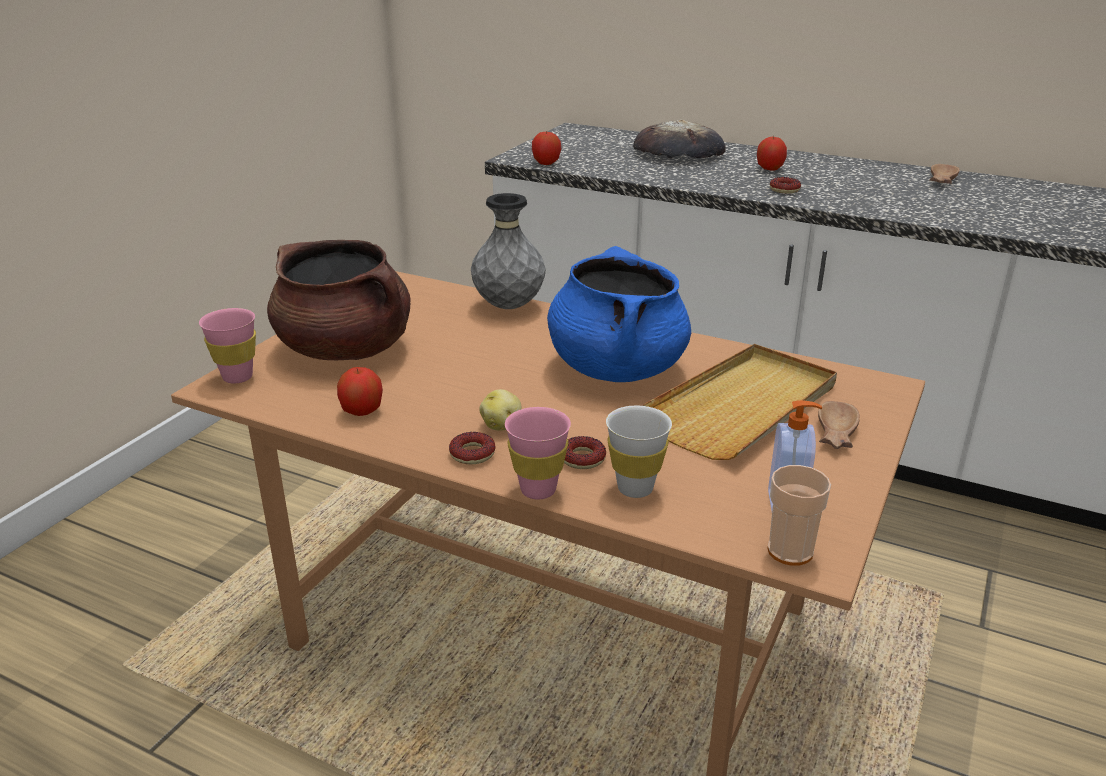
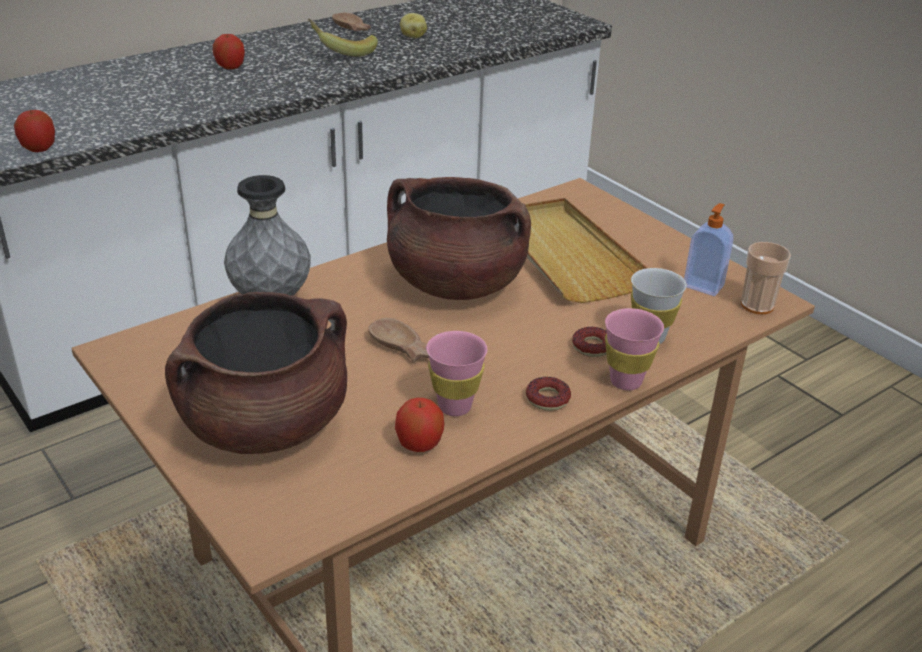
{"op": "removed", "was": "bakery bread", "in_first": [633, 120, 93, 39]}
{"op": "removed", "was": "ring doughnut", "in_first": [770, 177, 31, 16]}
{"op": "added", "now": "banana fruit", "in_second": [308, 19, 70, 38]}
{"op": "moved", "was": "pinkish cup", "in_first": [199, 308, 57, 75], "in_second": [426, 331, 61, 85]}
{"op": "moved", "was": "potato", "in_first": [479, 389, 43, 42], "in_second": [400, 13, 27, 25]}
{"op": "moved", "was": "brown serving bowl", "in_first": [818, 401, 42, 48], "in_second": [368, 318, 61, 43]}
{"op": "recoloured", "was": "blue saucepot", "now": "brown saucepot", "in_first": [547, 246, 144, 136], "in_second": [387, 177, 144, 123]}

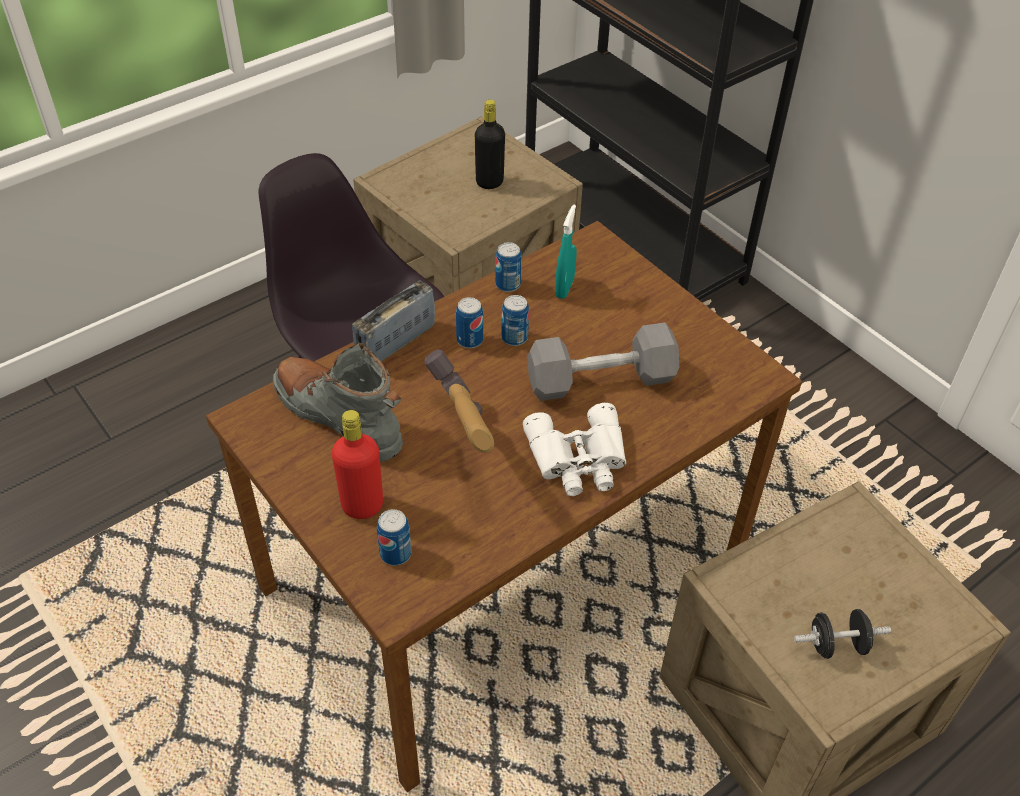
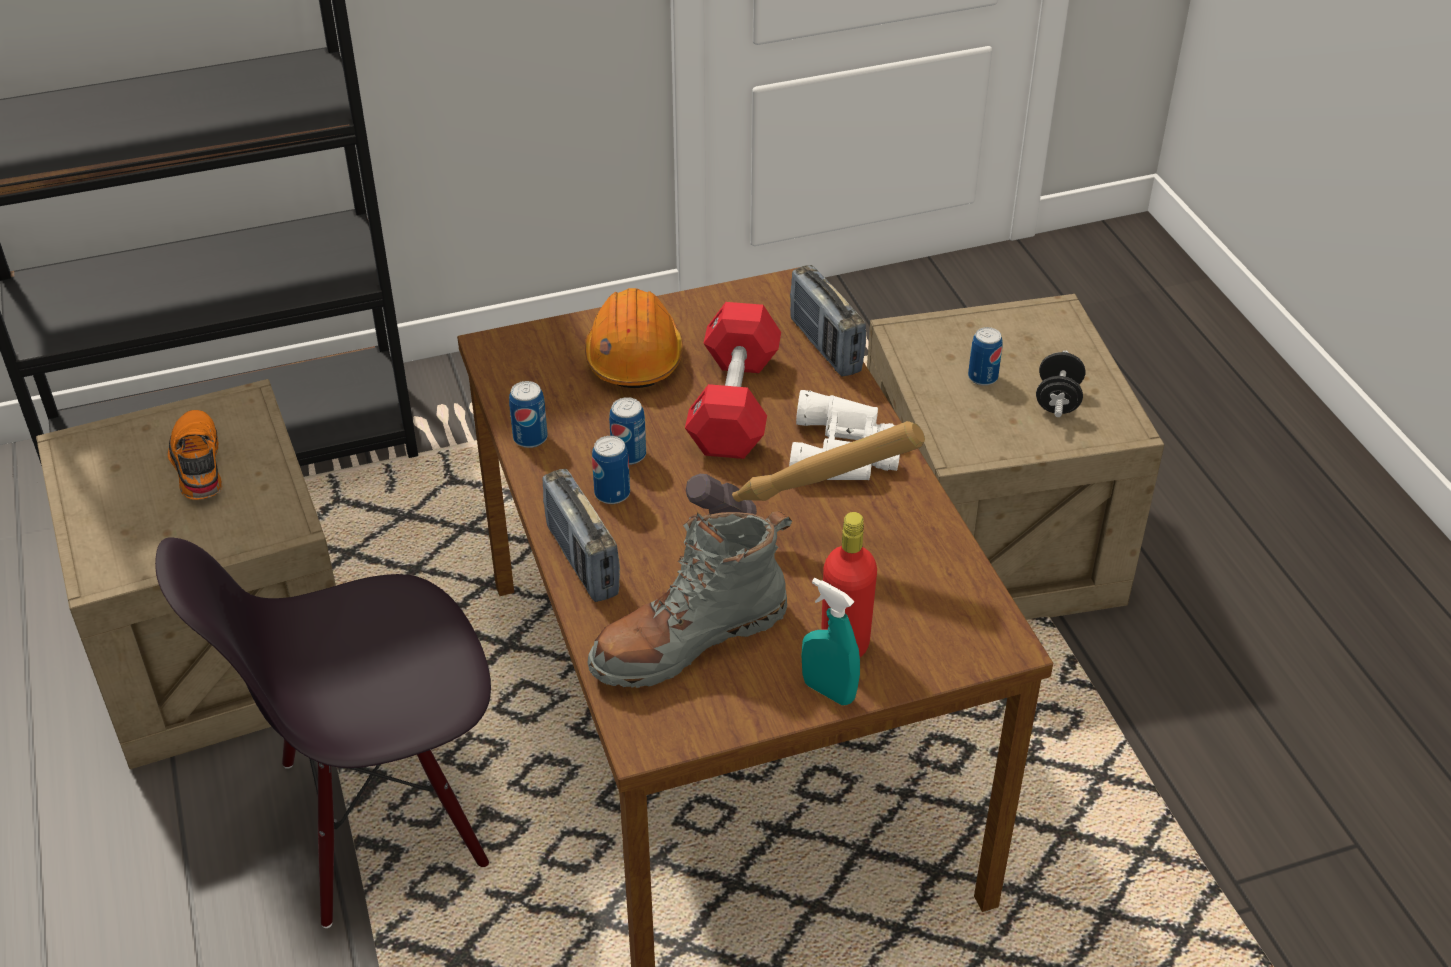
{"op": "added", "now": "orange safety helmet", "in_second": [585, 288, 98, 100]}
{"op": "added", "now": "radio", "in_second": [790, 265, 76, 112]}
{"op": "moved", "was": "can", "in_first": [377, 509, 34, 57], "in_second": [968, 327, 34, 59]}
{"op": "moved", "was": "turquoise spray bottle", "in_first": [555, 204, 22, 95], "in_second": [802, 578, 58, 127]}
{"op": "replaced", "was": "black bottle", "now": "orange item of footwear", "in_first": [475, 100, 30, 89], "in_second": [168, 410, 54, 90]}
{"op": "recoloured", "was": "gray free weight", "now": "red free weight", "in_first": [527, 323, 152, 78], "in_second": [685, 302, 96, 157]}

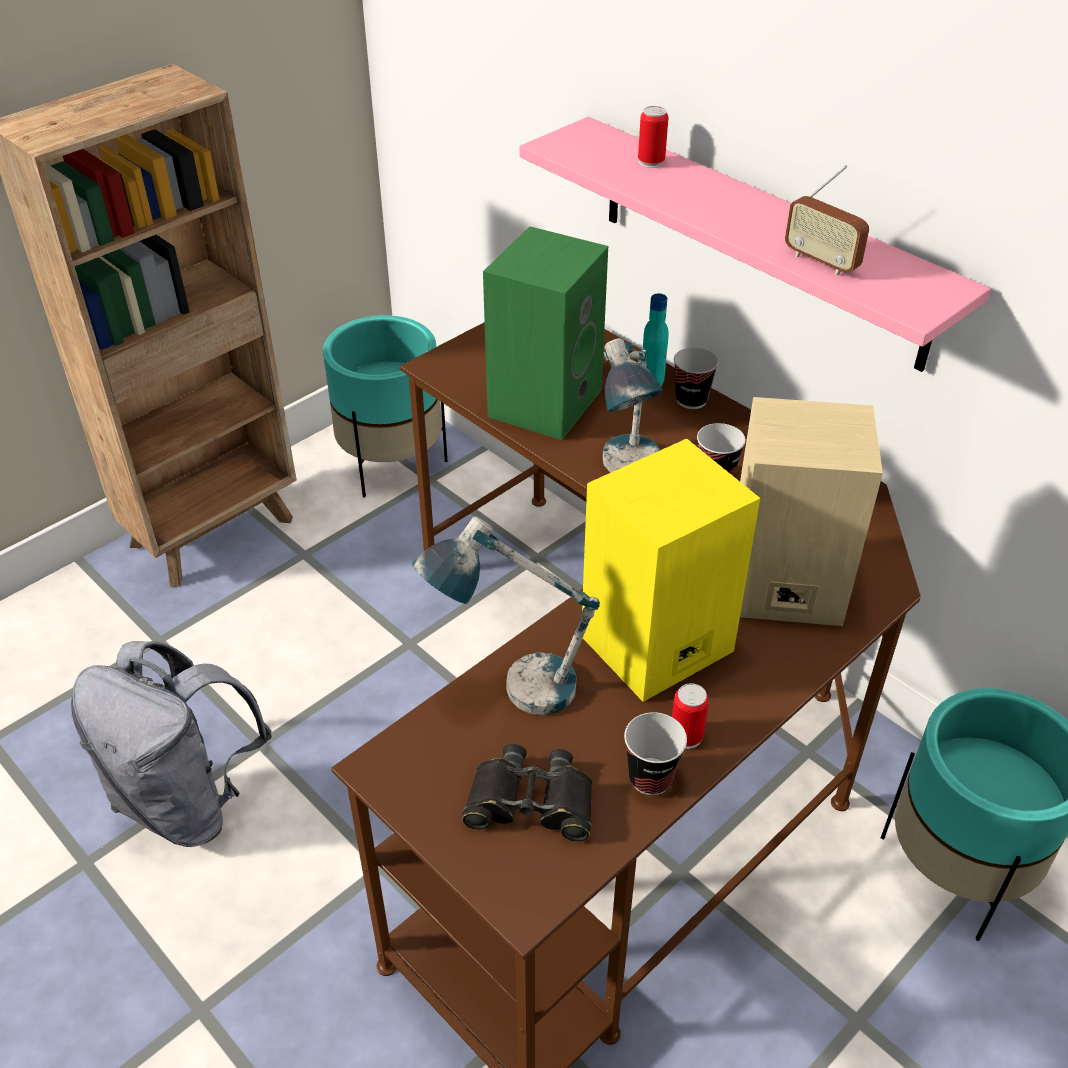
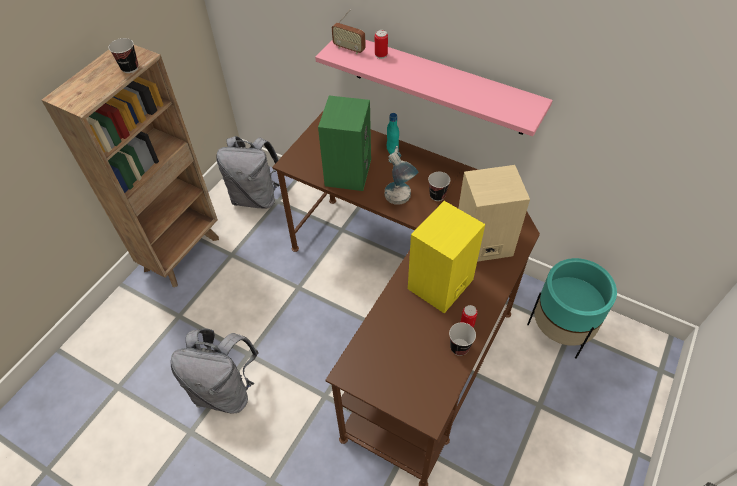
{"op": "removed", "was": "tabletop lamp", "in_first": [412, 517, 188, 198]}
{"op": "removed", "was": "black binoculars", "in_first": [462, 744, 131, 98]}
{"op": "moved", "was": "cup", "in_first": [674, 347, 45, 62], "in_second": [109, 38, 29, 35]}
{"op": "moved", "was": "radio", "in_first": [785, 165, 84, 110], "in_second": [332, 9, 34, 45]}
{"op": "replaced", "was": "turquoise flower pot", "now": "gray knapsack", "in_first": [323, 315, 124, 183], "in_second": [216, 136, 64, 73]}

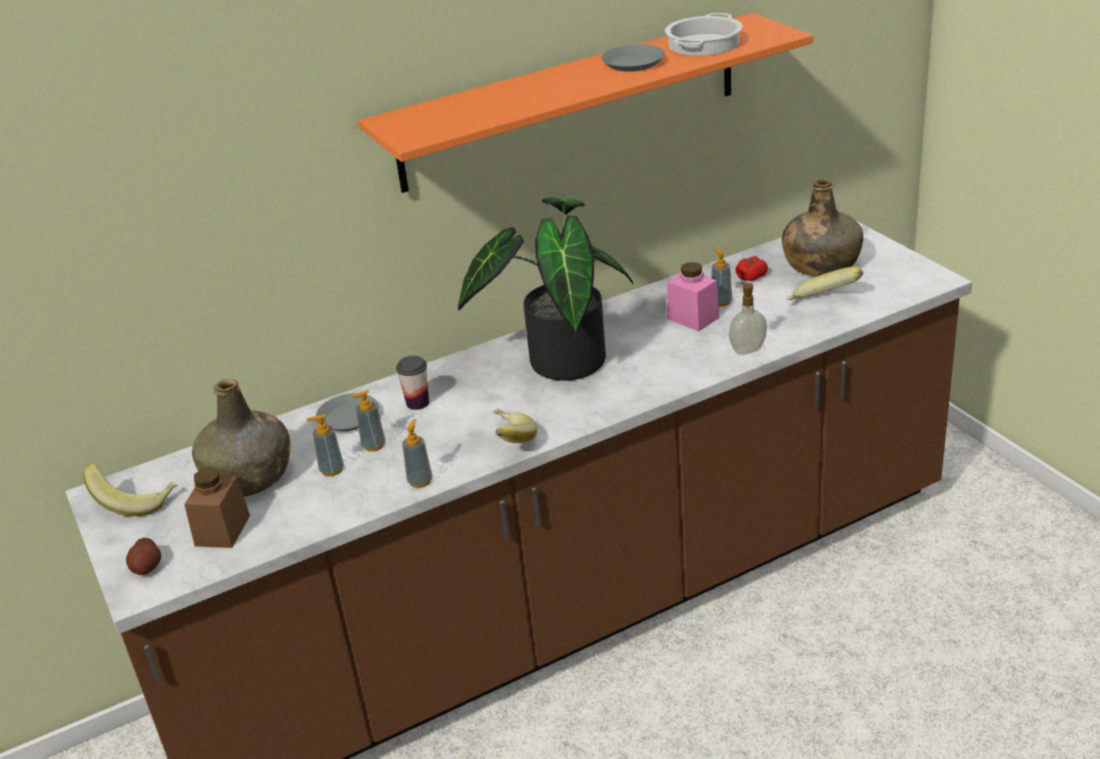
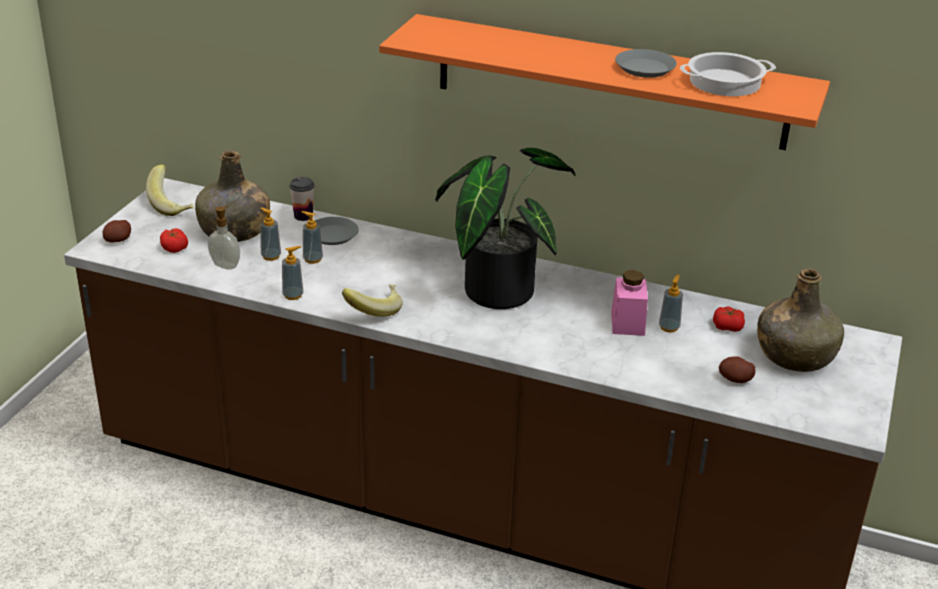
{"op": "moved", "was": "cup", "in_first": [396, 356, 33, 54], "in_second": [289, 177, 26, 44]}
{"op": "moved", "was": "soap bottle", "in_first": [729, 282, 38, 73], "in_second": [208, 206, 32, 64]}
{"op": "replaced", "was": "brown preserve jar", "now": "whole tomato", "in_first": [184, 467, 66, 81], "in_second": [160, 228, 28, 25]}
{"op": "replaced", "was": "banana fruit", "now": "potato", "in_first": [787, 266, 76, 34], "in_second": [719, 356, 36, 27]}

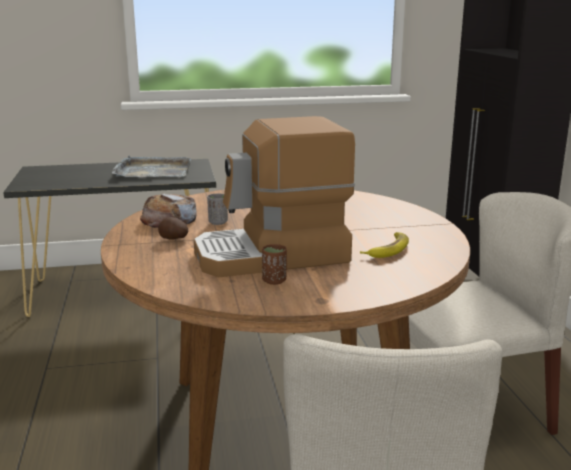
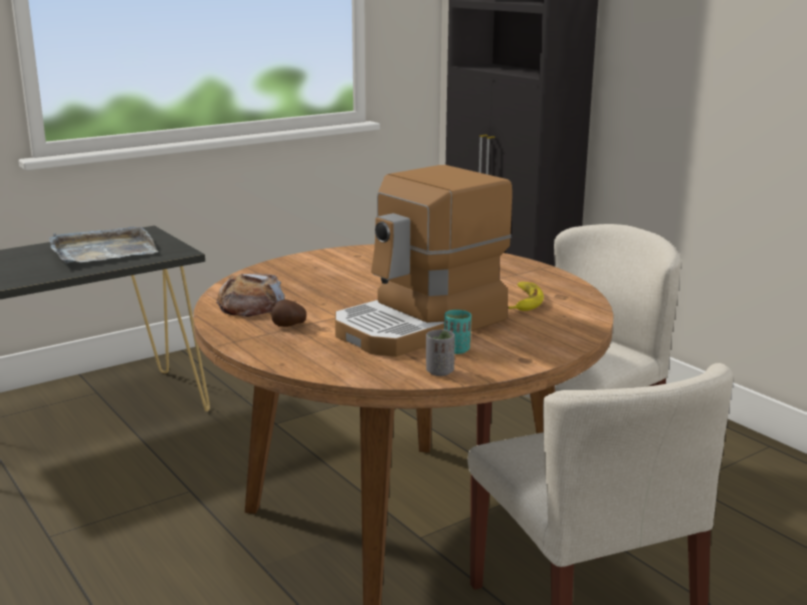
{"op": "moved", "was": "gray cup", "in_first": [207, 193, 21, 32], "in_second": [426, 330, 29, 46]}
{"op": "recoloured", "was": "brown cup", "now": "turquoise cup", "in_first": [262, 244, 25, 41], "in_second": [444, 310, 27, 44]}

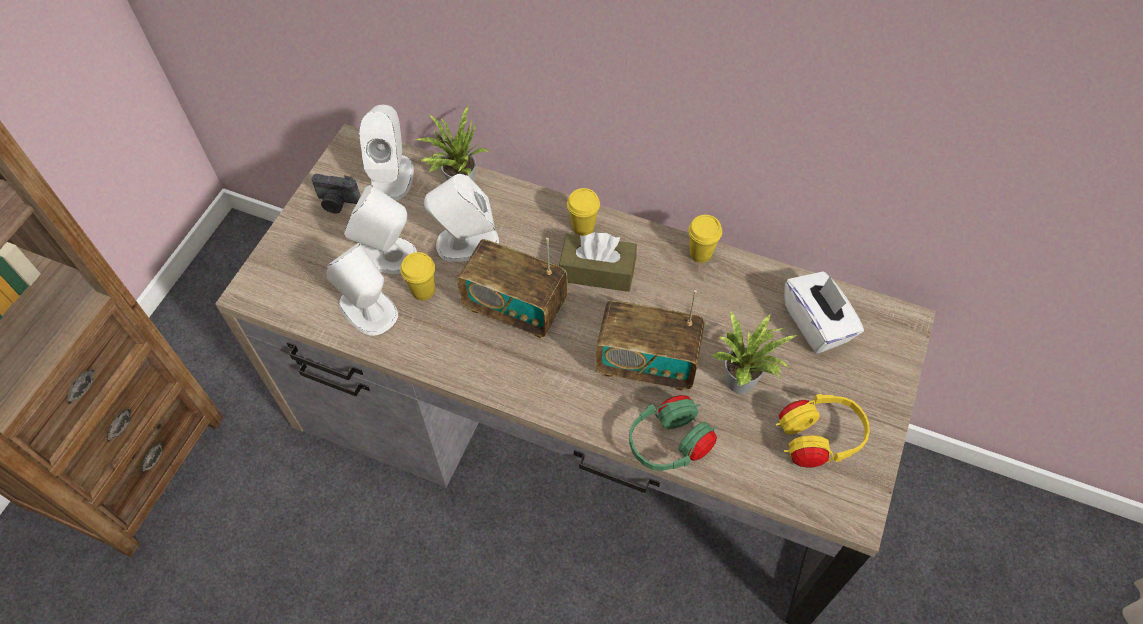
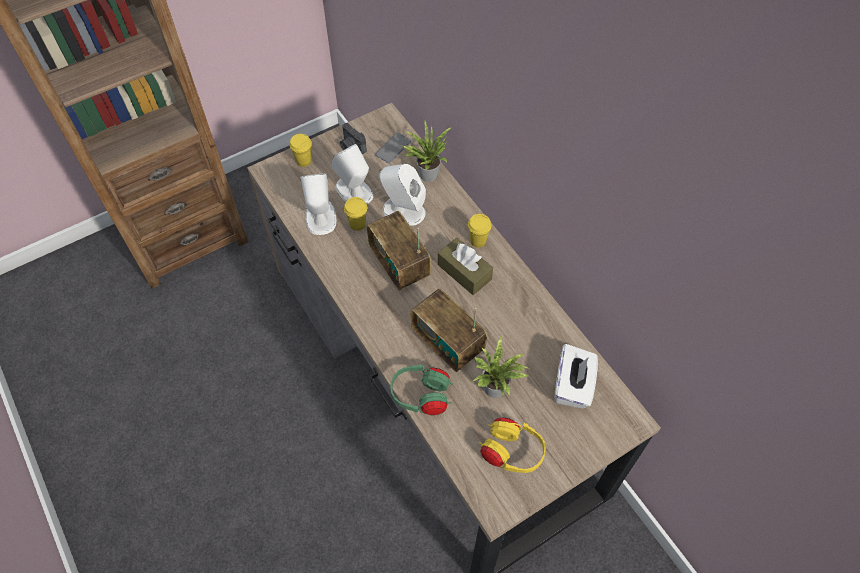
{"op": "moved", "was": "yellow-coloured cup", "in_first": [688, 215, 34, 48], "in_second": [290, 134, 22, 33]}
{"op": "replaced", "was": "white-coloured speaker", "now": "handset", "in_first": [359, 105, 55, 96], "in_second": [375, 133, 36, 30]}

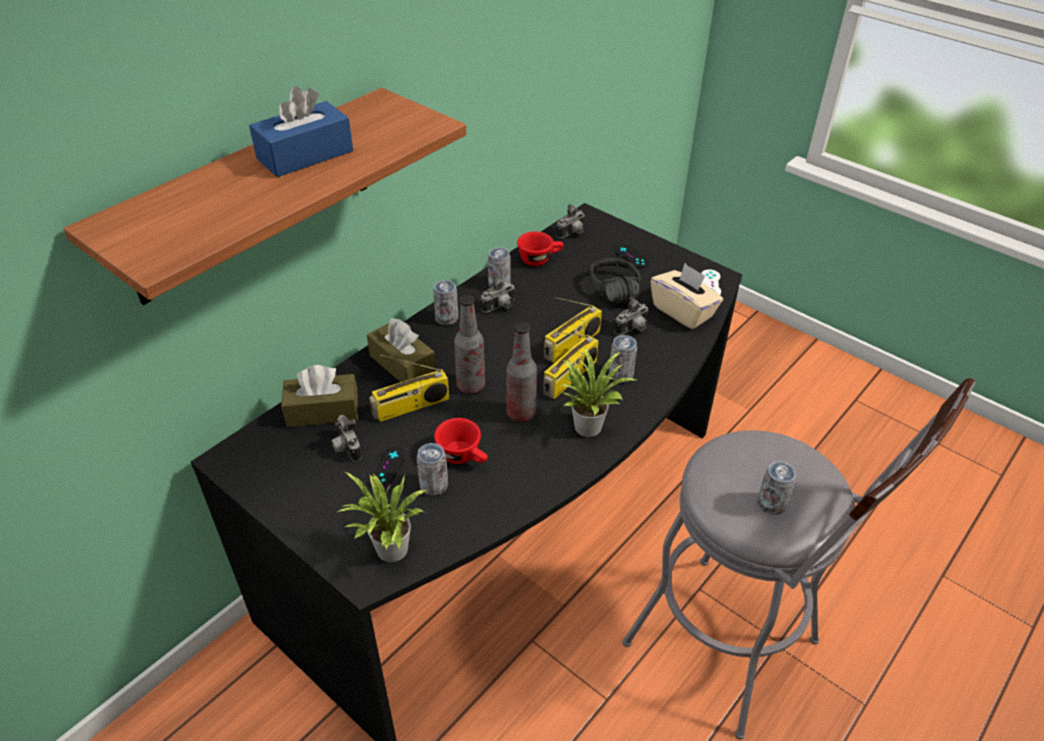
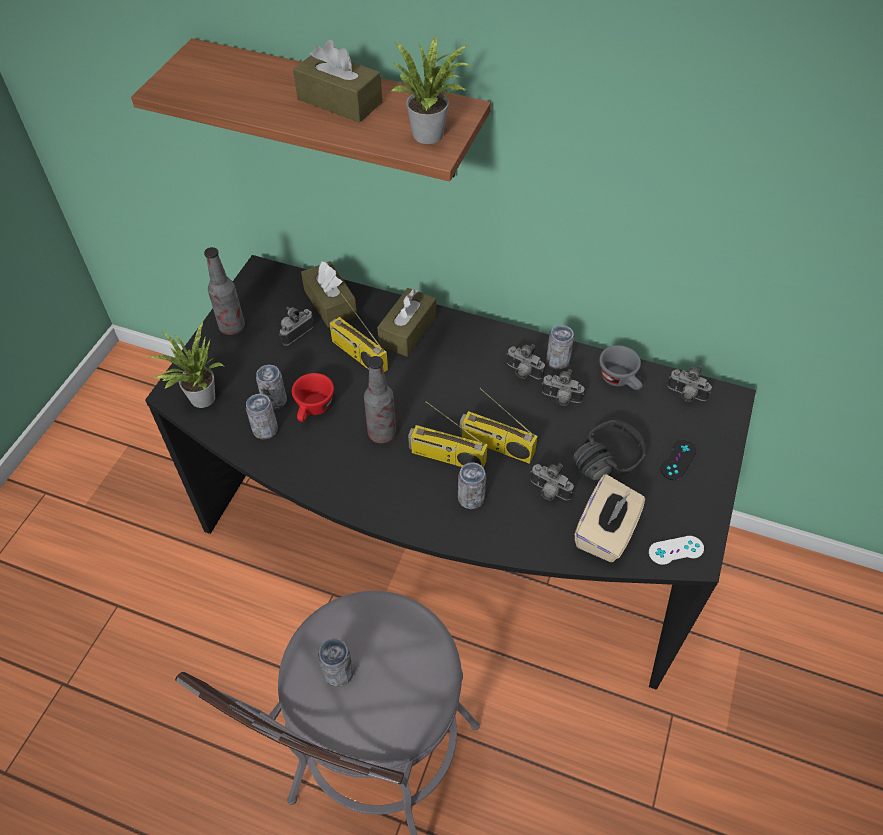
{"op": "removed", "was": "black joypad", "in_first": [367, 447, 39, 42]}
{"op": "added", "now": "photo camera", "in_second": [542, 369, 43, 37]}
{"op": "moved", "was": "can", "in_first": [433, 280, 25, 45], "in_second": [246, 394, 32, 45]}
{"op": "moved", "was": "bottle", "in_first": [454, 295, 31, 99], "in_second": [204, 247, 41, 88]}
{"op": "moved", "was": "houseplant", "in_first": [561, 346, 76, 91], "in_second": [390, 36, 81, 108]}
{"op": "recoloured", "was": "blue tissue holder", "now": "brown tissue holder", "in_first": [249, 86, 104, 91], "in_second": [293, 40, 89, 83]}
{"op": "recoloured", "was": "red cup", "now": "gray cup", "in_first": [517, 232, 46, 34], "in_second": [599, 345, 44, 45]}

